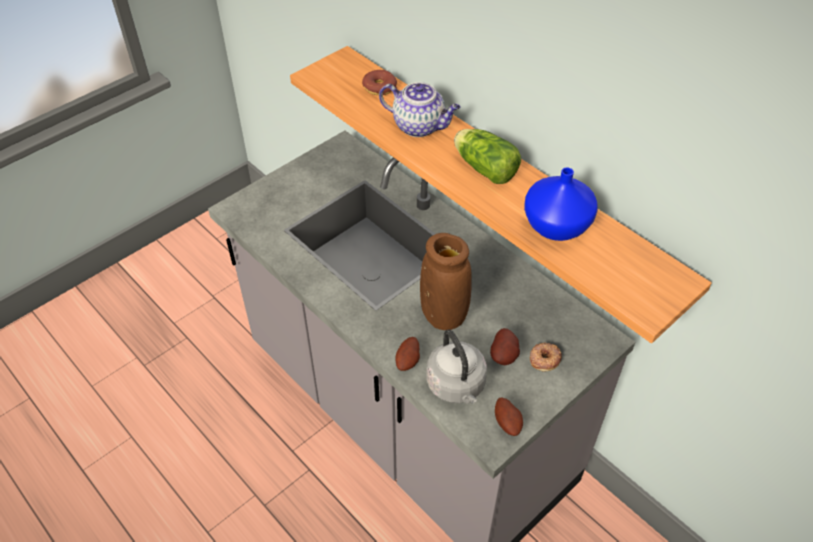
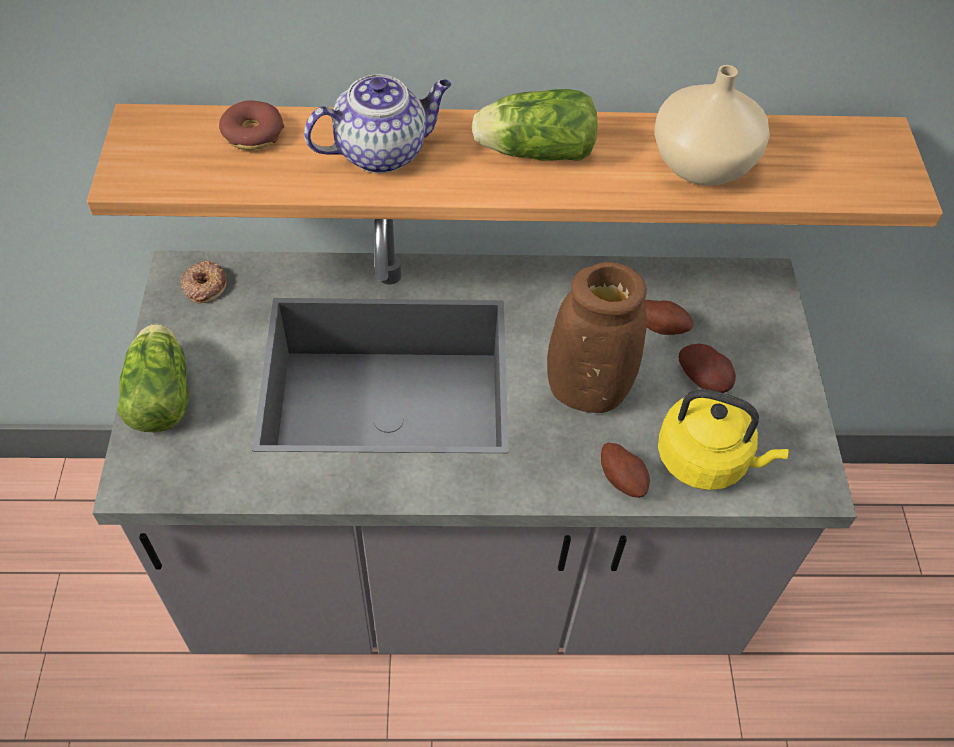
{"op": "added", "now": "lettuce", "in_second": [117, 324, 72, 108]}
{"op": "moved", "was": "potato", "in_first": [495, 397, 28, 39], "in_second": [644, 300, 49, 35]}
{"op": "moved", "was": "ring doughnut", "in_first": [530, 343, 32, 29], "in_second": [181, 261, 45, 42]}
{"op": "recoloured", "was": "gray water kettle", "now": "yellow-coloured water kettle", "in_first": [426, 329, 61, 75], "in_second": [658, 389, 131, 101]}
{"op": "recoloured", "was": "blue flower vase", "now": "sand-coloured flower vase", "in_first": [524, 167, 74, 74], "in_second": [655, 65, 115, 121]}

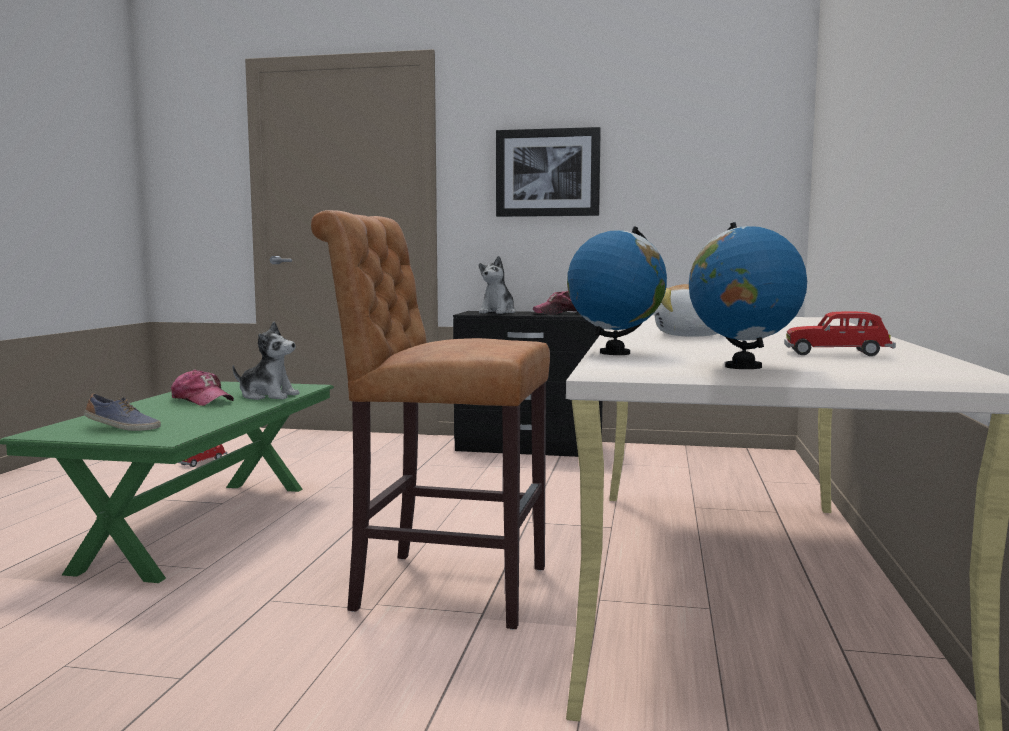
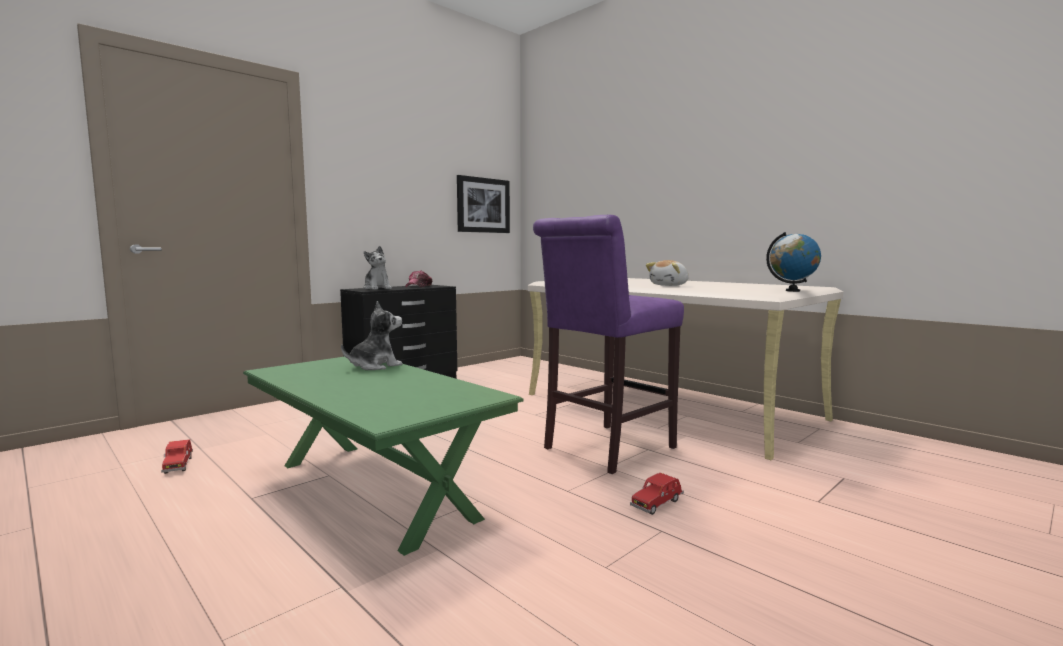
{"op": "removed", "was": "item of footwear", "in_first": [84, 393, 77, 38]}
{"op": "removed", "was": "baseball cap", "in_first": [171, 370, 63, 36]}
{"op": "removed", "was": "world globe", "in_first": [567, 226, 100, 129]}
{"op": "moved", "was": "picture", "in_first": [496, 127, 105, 90], "in_second": [457, 175, 53, 58]}
{"op": "moved", "was": "red miniature car", "in_first": [784, 311, 112, 45], "in_second": [630, 473, 54, 42]}
{"op": "recoloured", "was": "brown stool seat", "now": "purple-coloured stool seat", "in_first": [311, 210, 239, 420], "in_second": [533, 215, 151, 259]}

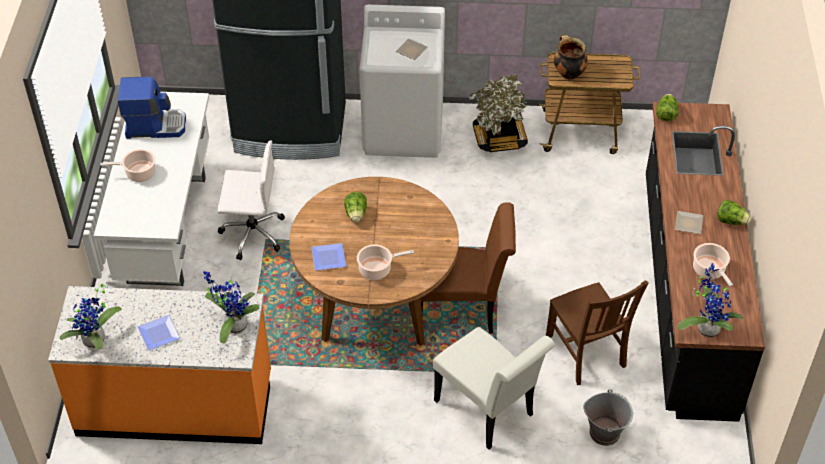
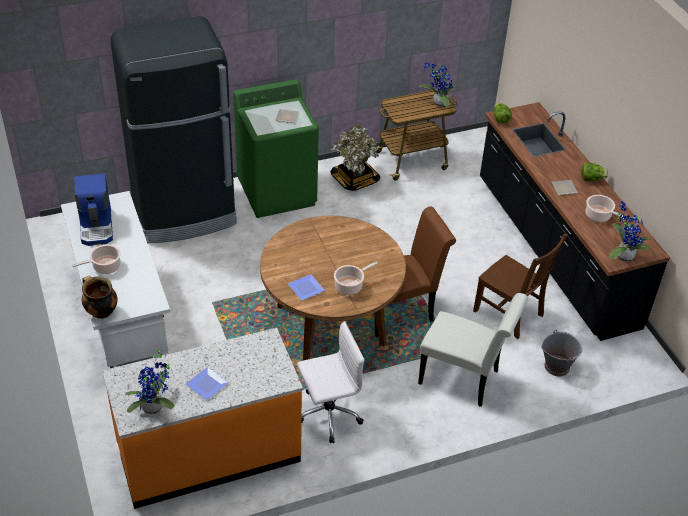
{"op": "removed", "was": "lettuce", "in_first": [344, 192, 23, 31]}
{"op": "moved", "was": "houseplant", "in_first": [203, 271, 57, 72], "in_second": [419, 63, 36, 44]}
{"op": "moved", "was": "white-coloured computer chair", "in_first": [218, 140, 67, 120], "in_second": [297, 321, 67, 122]}
{"op": "moved", "was": "saucepot", "in_first": [554, 35, 34, 45], "in_second": [82, 276, 36, 43]}
{"op": "recoloured", "was": "white-coloured laundry appliance", "now": "green-coloured laundry appliance", "in_first": [359, 5, 86, 153], "in_second": [233, 79, 86, 139]}
{"op": "turned", "was": "coffee brewer", "in_first": [118, 76, 68, 63], "in_second": [74, 174, 39, 72], "clockwise": 105}

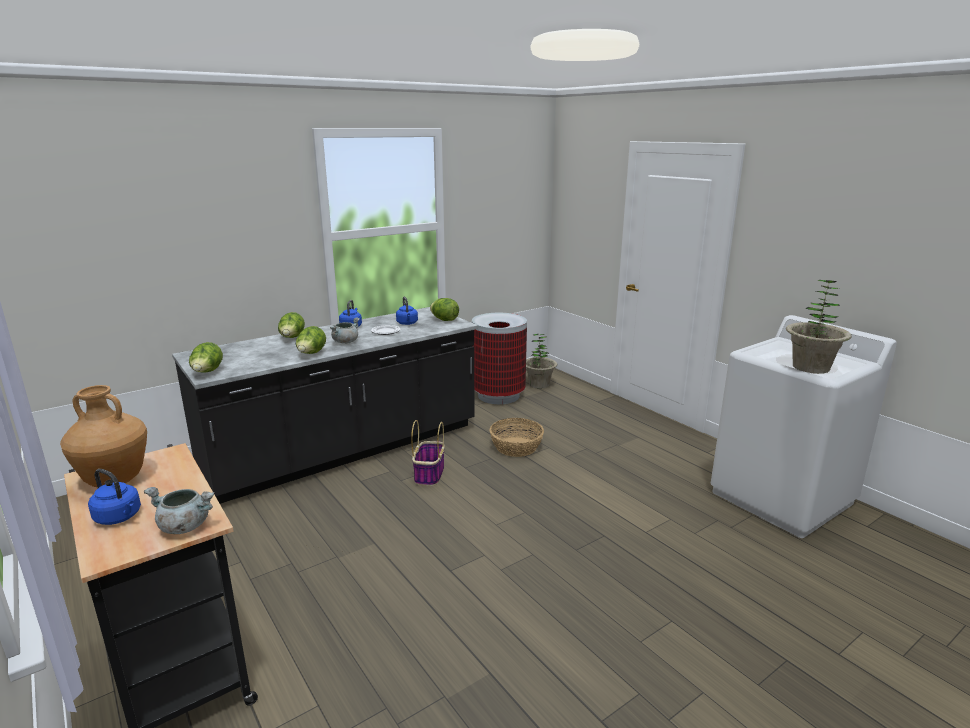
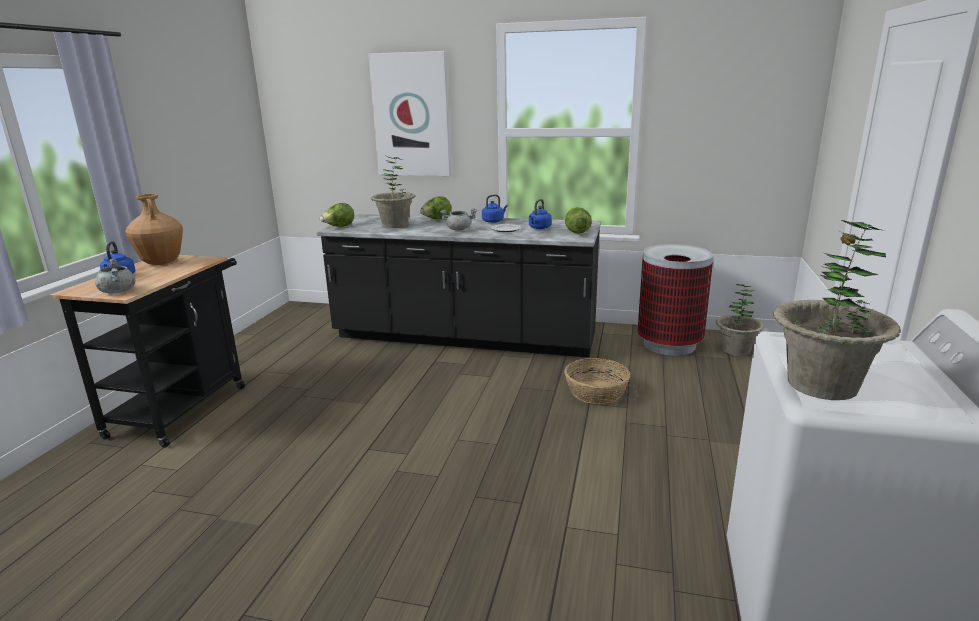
{"op": "removed", "was": "lettuce", "in_first": [296, 326, 30, 28]}
{"op": "removed", "was": "storage basket", "in_first": [411, 420, 33, 66]}
{"op": "added", "now": "picture", "in_second": [368, 51, 83, 125]}
{"op": "added", "now": "houseplant", "in_second": [371, 157, 44, 71]}

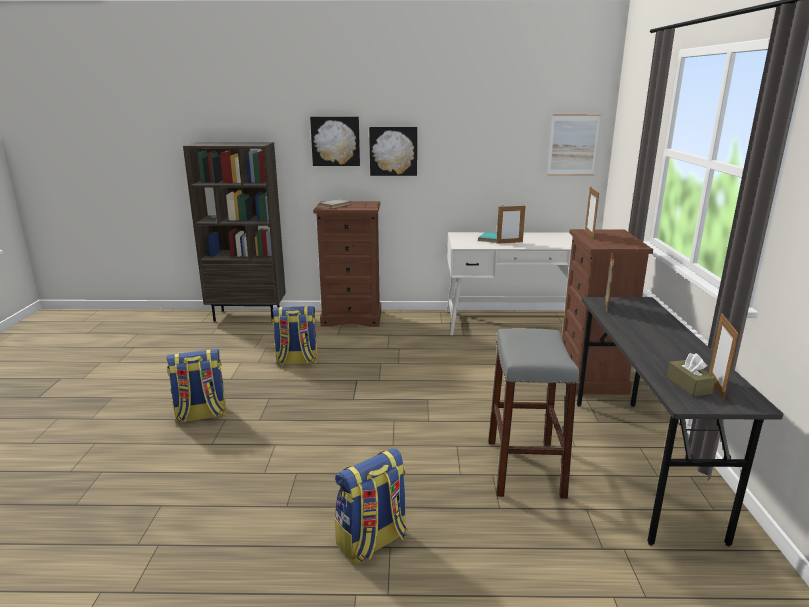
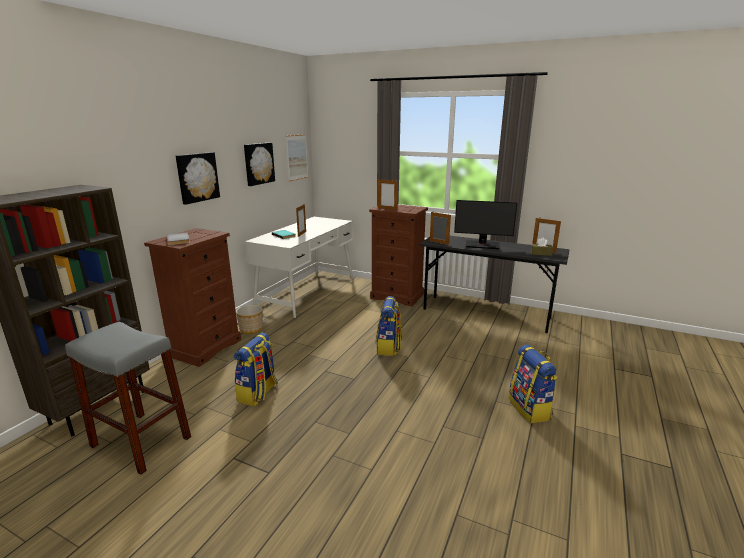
{"op": "added", "now": "flower pot", "in_second": [236, 305, 27, 29]}
{"op": "added", "now": "computer display", "in_second": [454, 200, 64, 49]}
{"op": "moved", "was": "knapsack", "in_first": [166, 349, 61, 74], "in_second": [376, 296, 26, 60]}
{"op": "moved", "was": "picture", "in_first": [310, 117, 50, 49], "in_second": [244, 143, 31, 43]}
{"op": "moved", "was": "gray stool seat", "in_first": [488, 328, 91, 171], "in_second": [65, 322, 126, 153]}

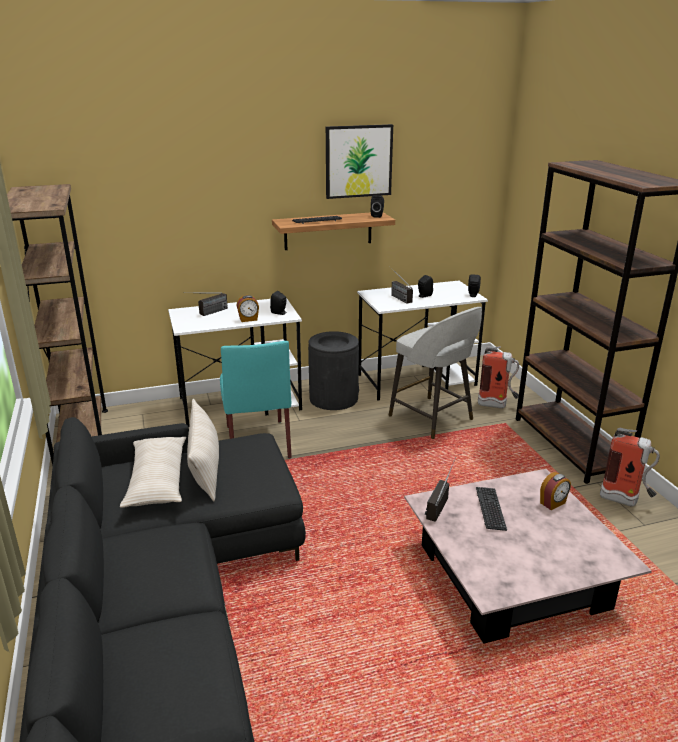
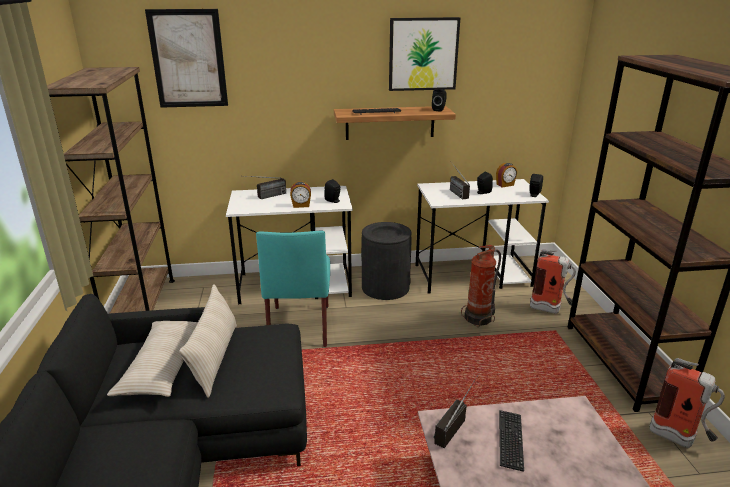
{"op": "added", "now": "picture", "in_second": [145, 9, 83, 99]}
{"op": "moved", "was": "table clock", "in_first": [540, 472, 31, 38], "in_second": [496, 163, 21, 24]}
{"op": "replaced", "was": "gray stool seat", "now": "fire extinguisher", "in_first": [389, 307, 93, 132], "in_second": [461, 245, 40, 82]}

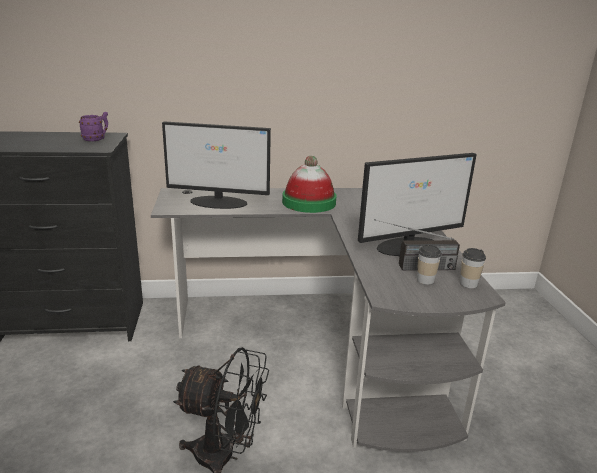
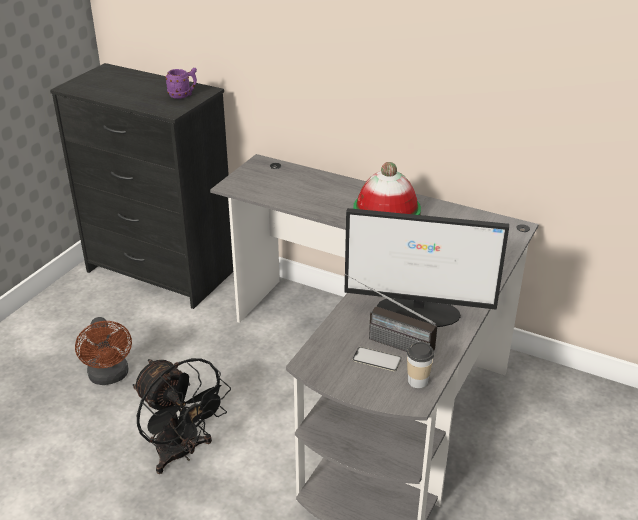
{"op": "removed", "was": "computer display", "in_first": [162, 121, 109, 88]}
{"op": "added", "now": "brown fan", "in_second": [75, 317, 57, 68]}
{"op": "replaced", "was": "cup", "now": "handset", "in_first": [417, 244, 24, 41], "in_second": [352, 347, 50, 24]}

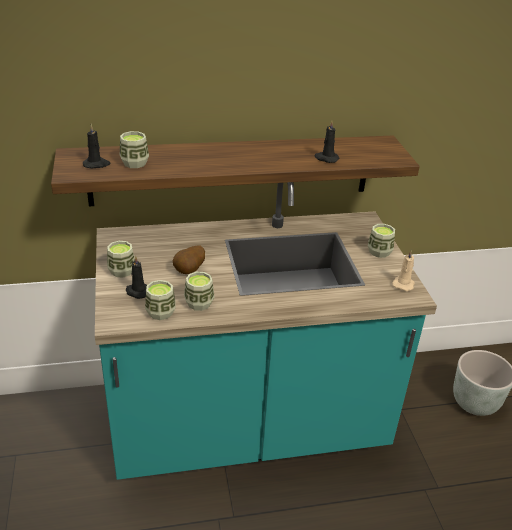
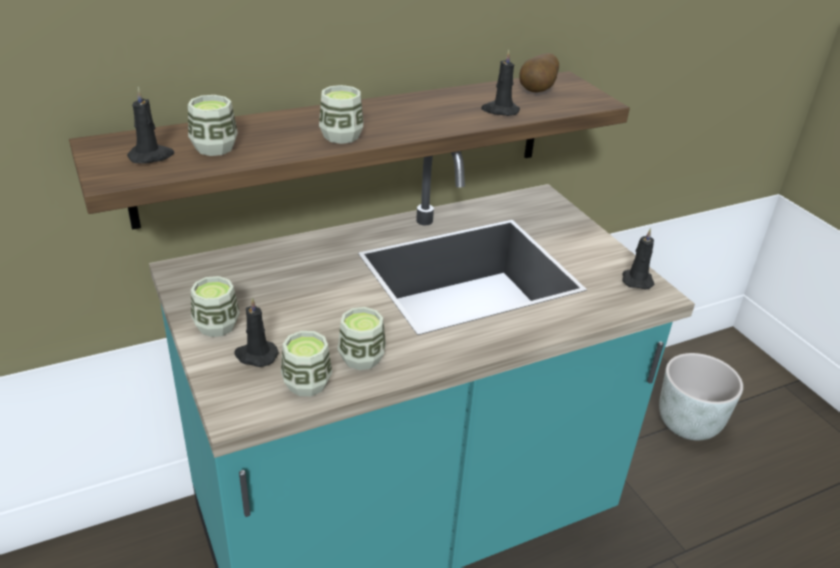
{"op": "moved", "was": "potato", "in_first": [173, 245, 32, 29], "in_second": [519, 53, 40, 39]}
{"op": "moved", "was": "cup", "in_first": [368, 224, 27, 34], "in_second": [319, 85, 44, 59]}
{"op": "recoloured", "was": "sand-coloured candle", "now": "black candle", "in_first": [392, 250, 22, 41], "in_second": [622, 228, 32, 62]}

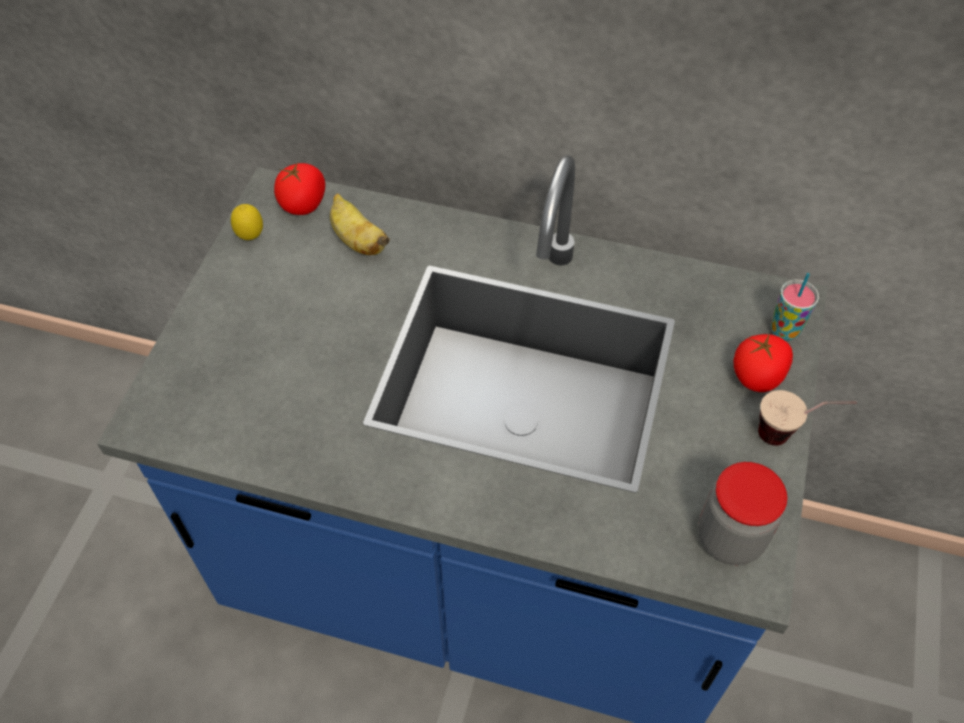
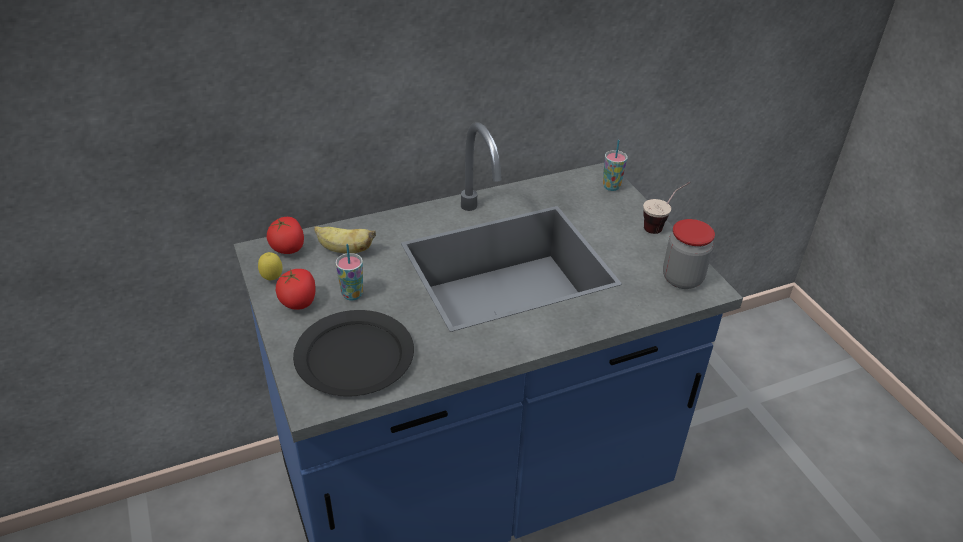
{"op": "added", "now": "black flat dish", "in_second": [293, 310, 121, 87]}
{"op": "added", "now": "cup", "in_second": [335, 244, 28, 56]}
{"op": "moved", "was": "whole tomato", "in_first": [734, 333, 59, 59], "in_second": [276, 269, 40, 41]}

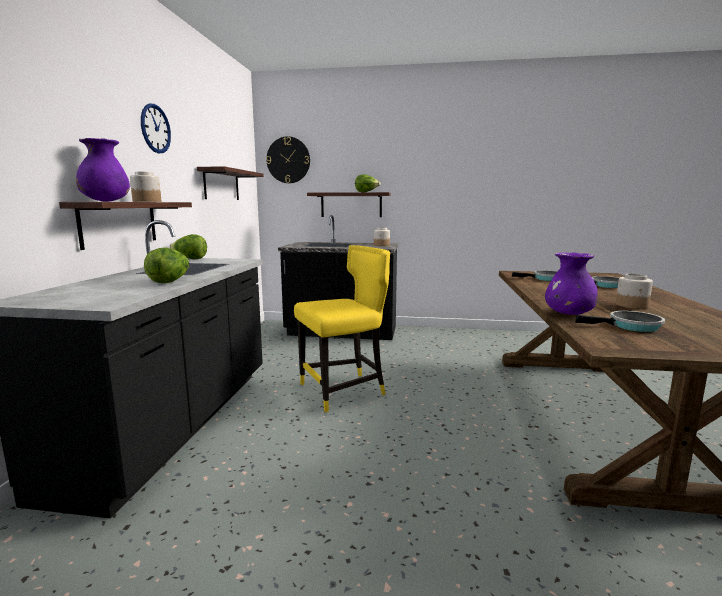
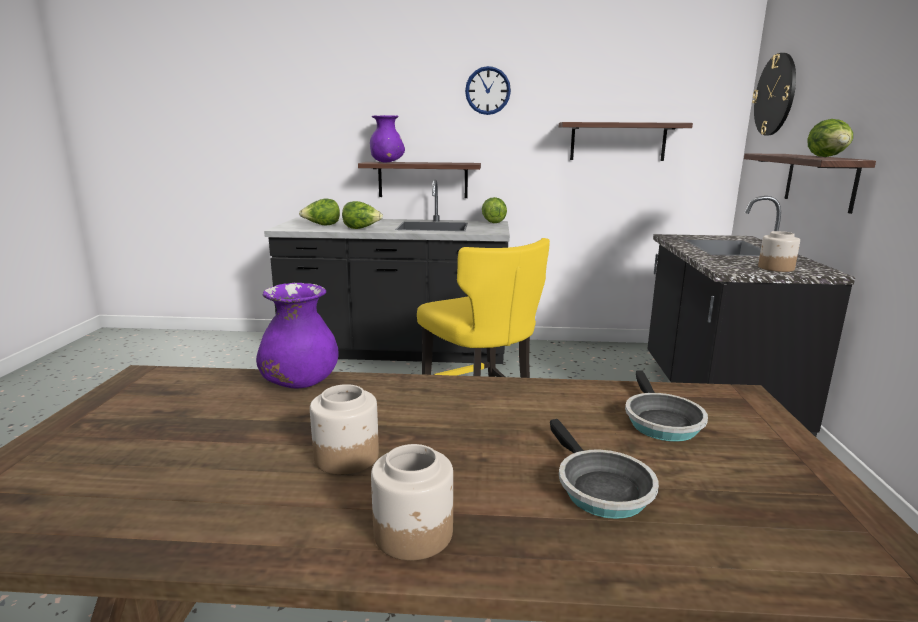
{"op": "removed", "was": "frying pan", "in_first": [575, 311, 90, 21]}
{"op": "added", "now": "lettuce", "in_second": [299, 199, 41, 27]}
{"op": "moved", "was": "preserve jar", "in_first": [130, 171, 31, 31], "in_second": [371, 444, 82, 116]}

